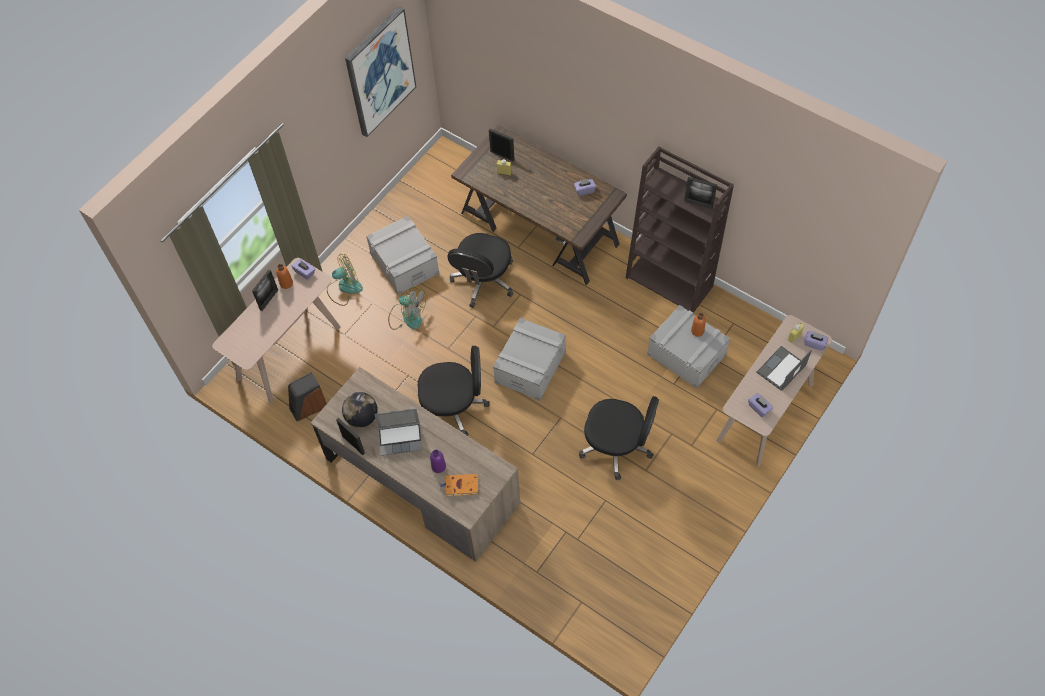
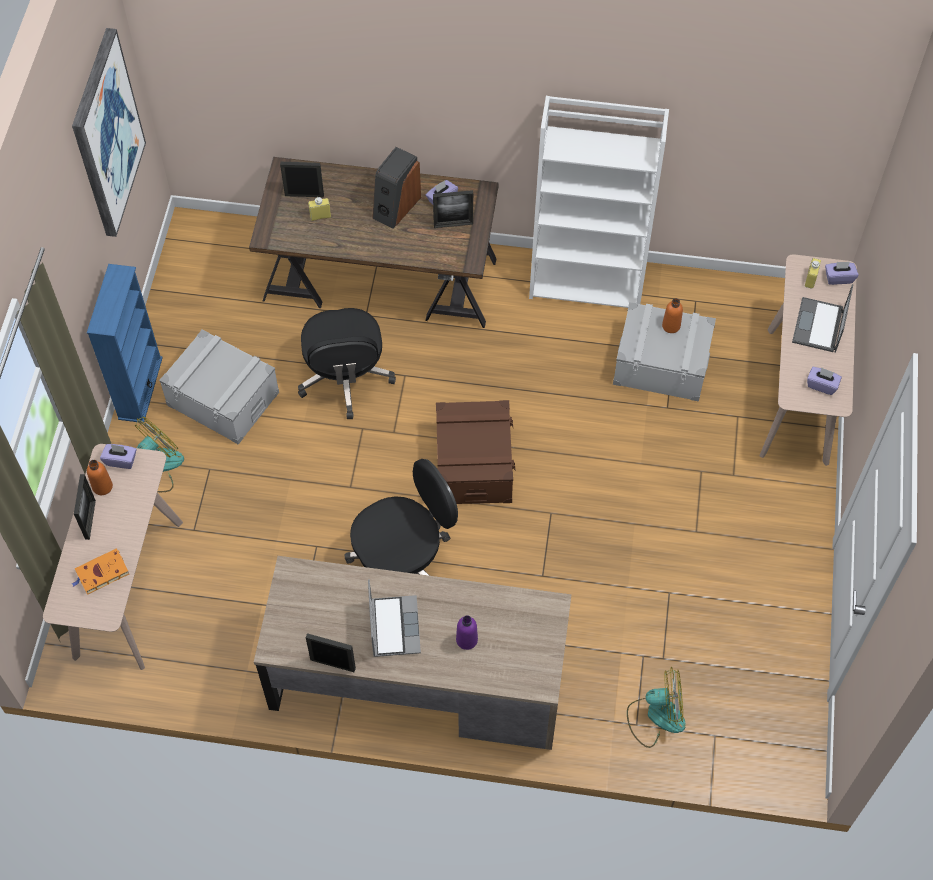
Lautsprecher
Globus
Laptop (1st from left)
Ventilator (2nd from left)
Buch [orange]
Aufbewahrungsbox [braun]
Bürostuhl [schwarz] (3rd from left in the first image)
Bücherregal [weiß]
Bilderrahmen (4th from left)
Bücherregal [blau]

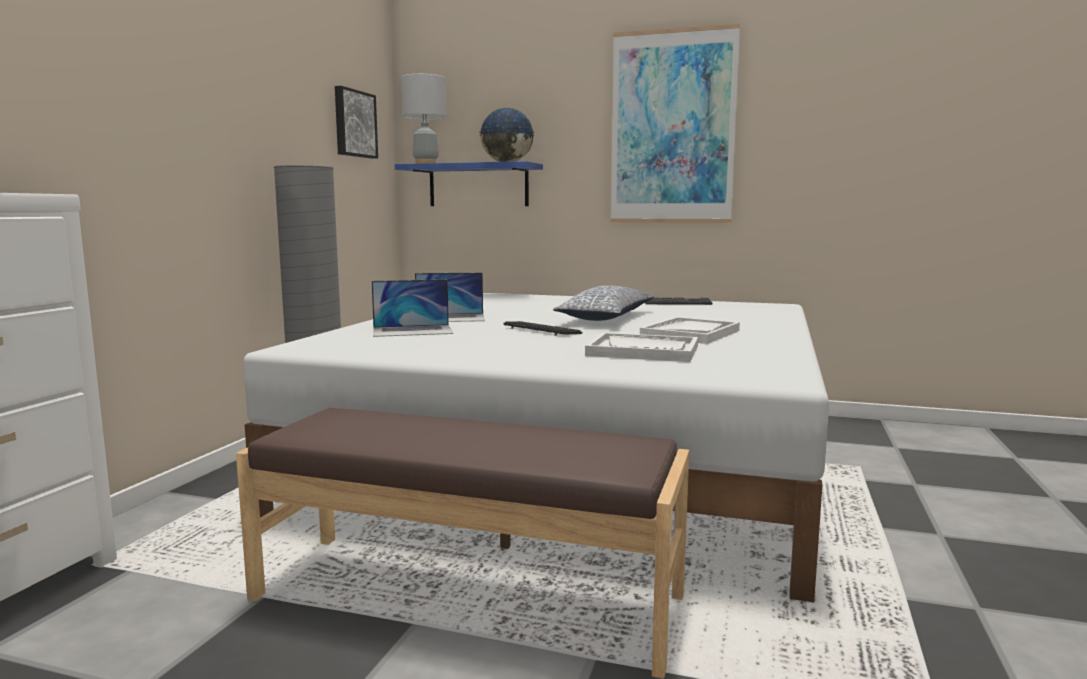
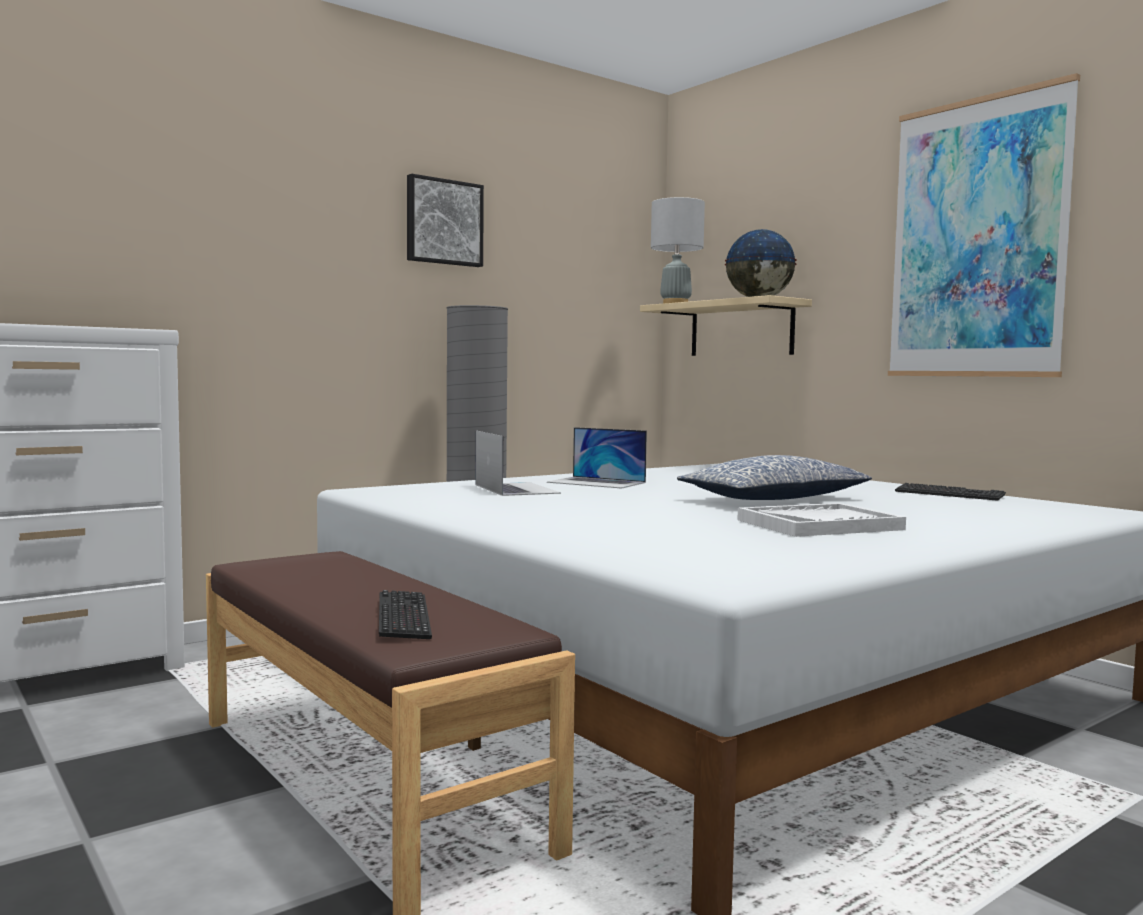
Bild (1st from left)
Laptop (1st from left)
Wandregal [beige]
Tastatur (1st from left)
Tablett [weiß] (1st from left in the first image)

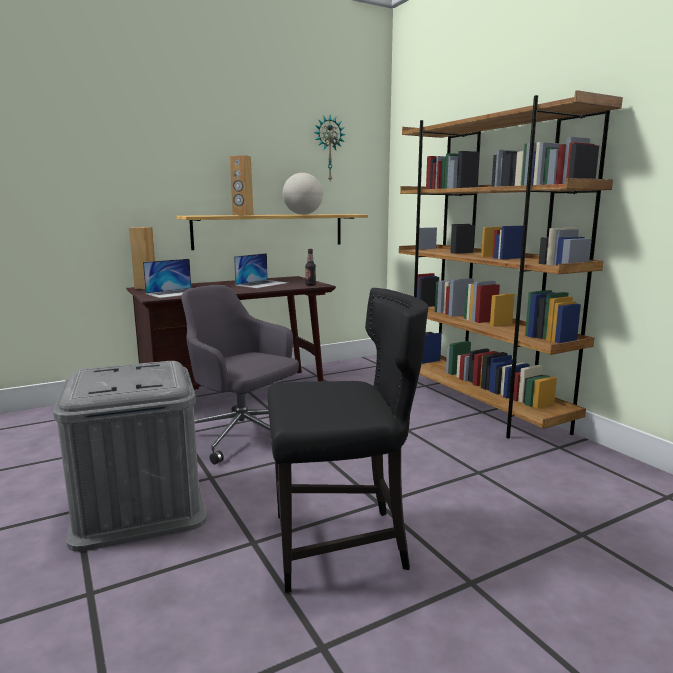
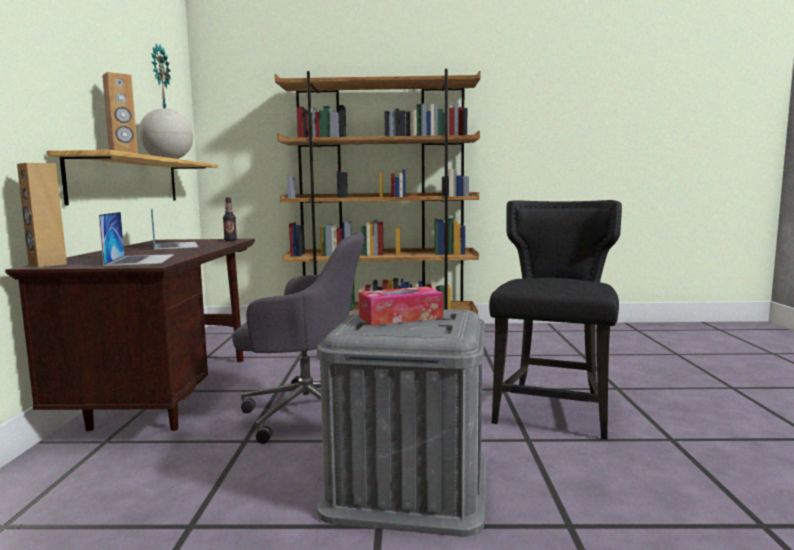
Bürostuhl [grau]
Taschentuchbox

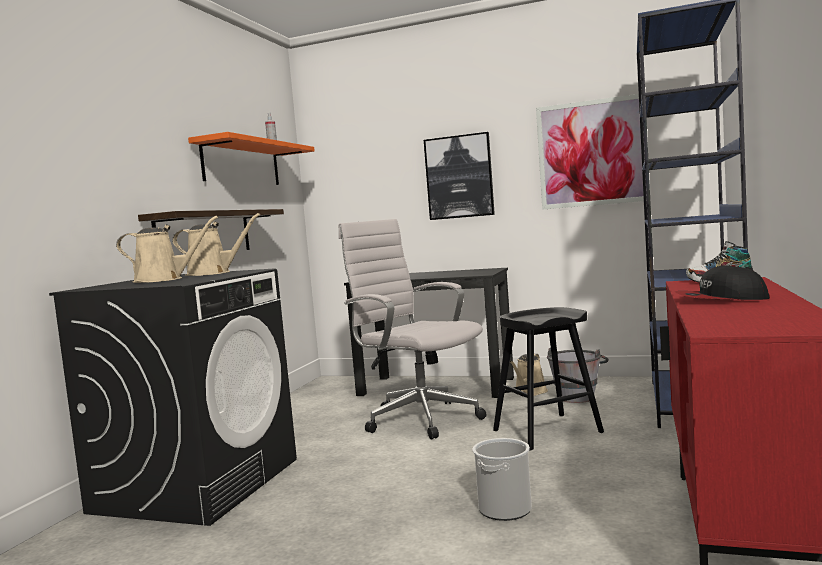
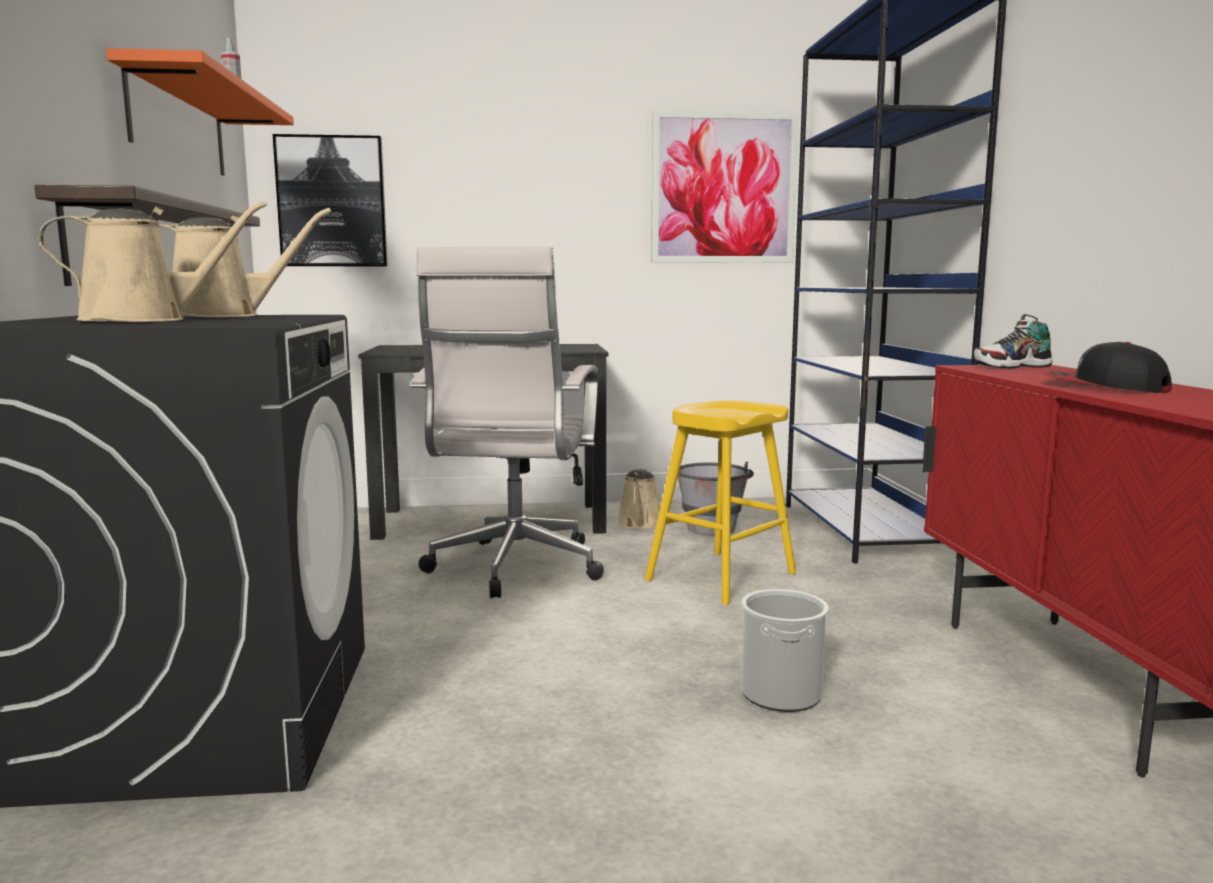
Bürostuhl [weiß]
Bild (1st from left)
Hocker [gelb]
Kappe

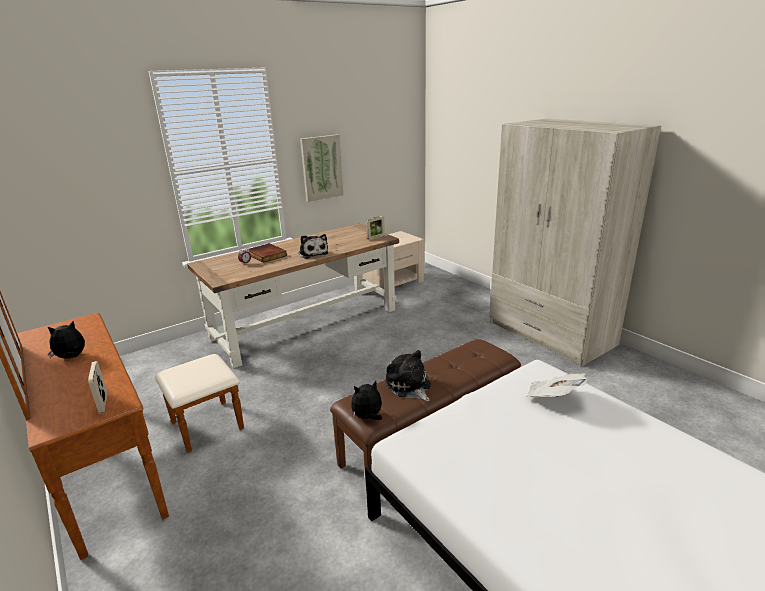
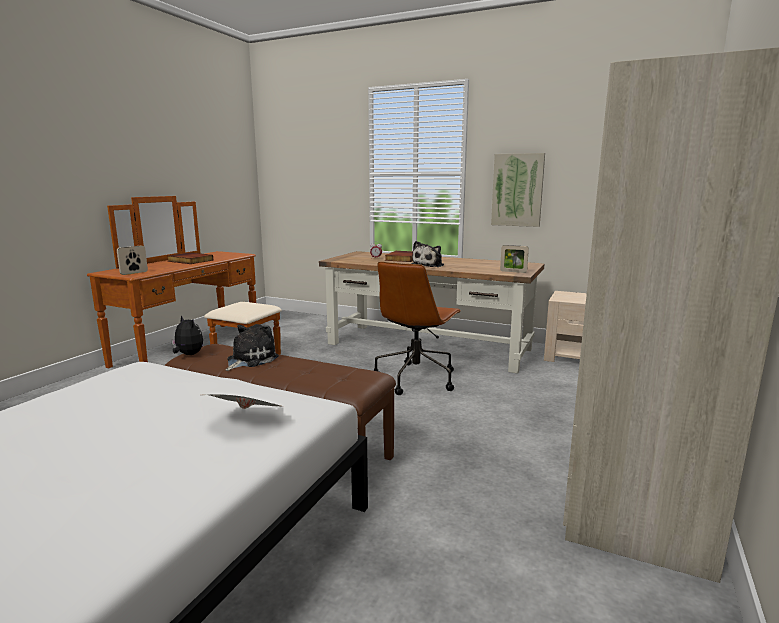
Buch (1st from left)
Bürostuhl [braun]

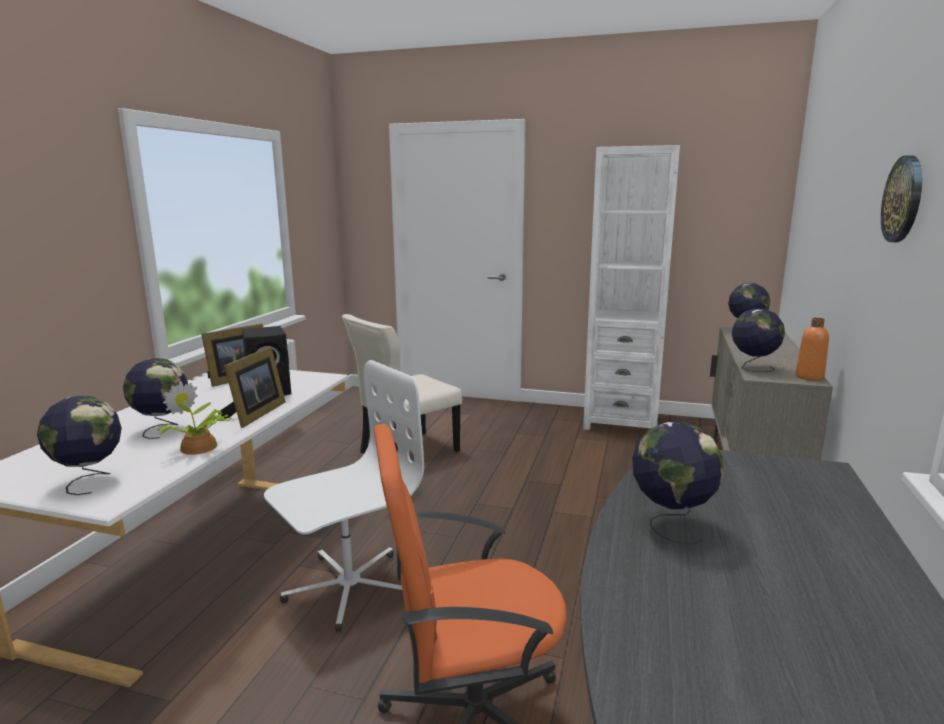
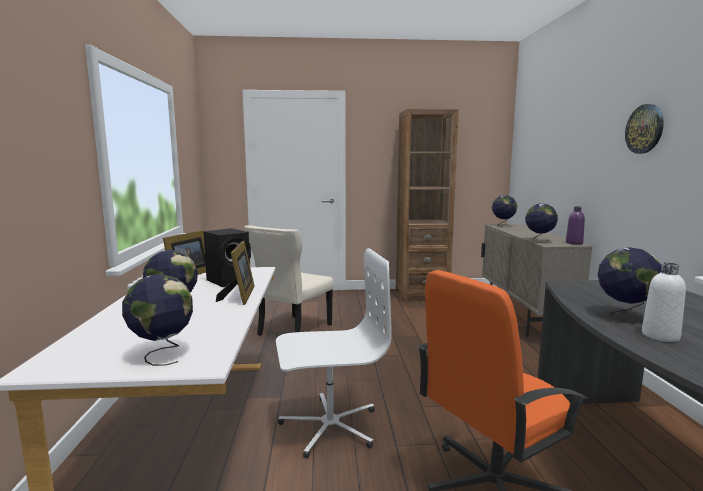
Topfpflanze
Bürostuhl [weiß]
Bücherregal [braun]
Flasche [lila]
Flasche [weiß]

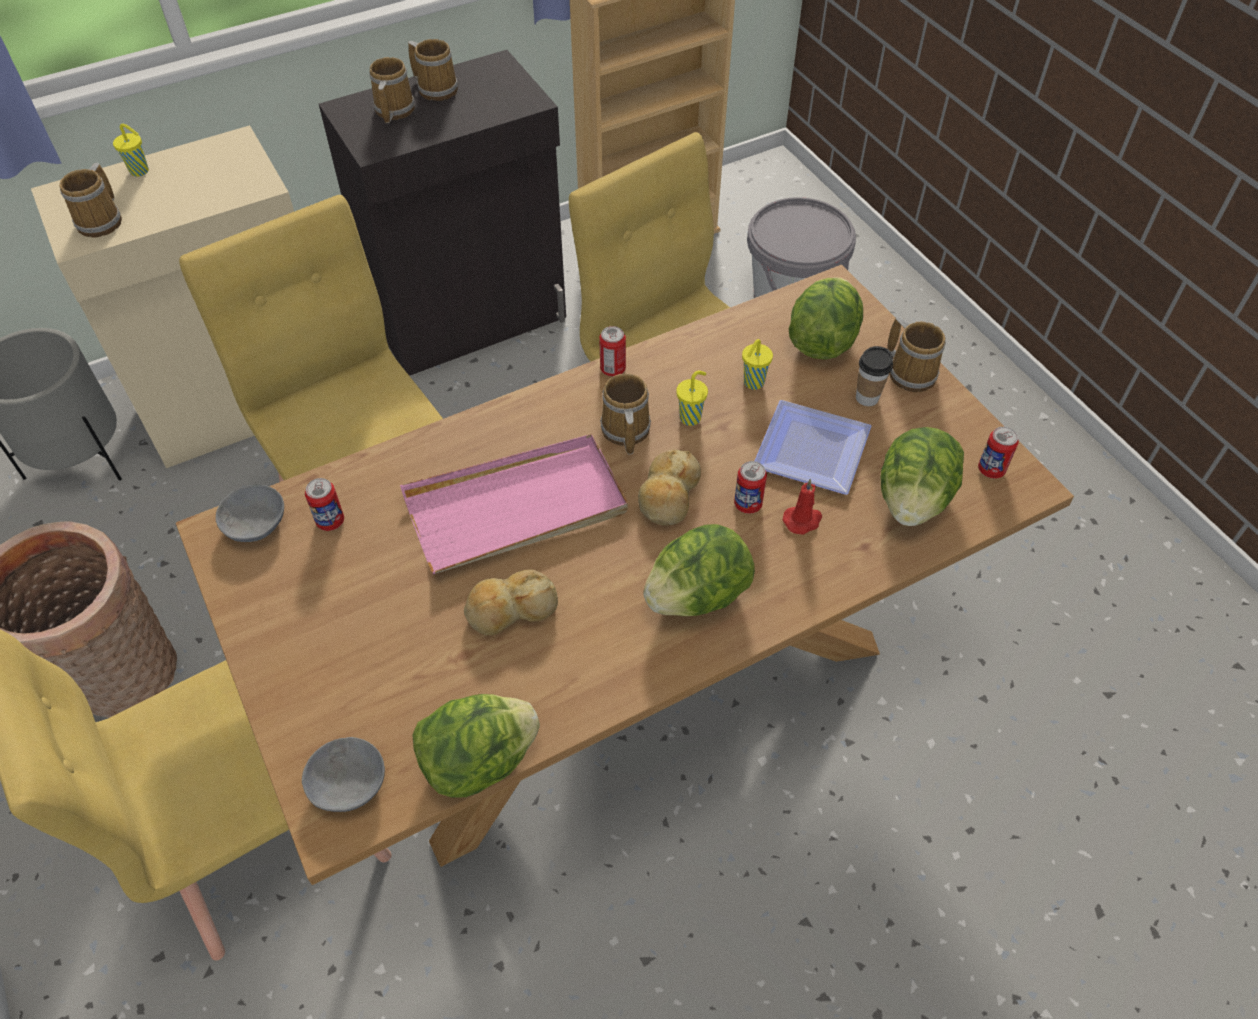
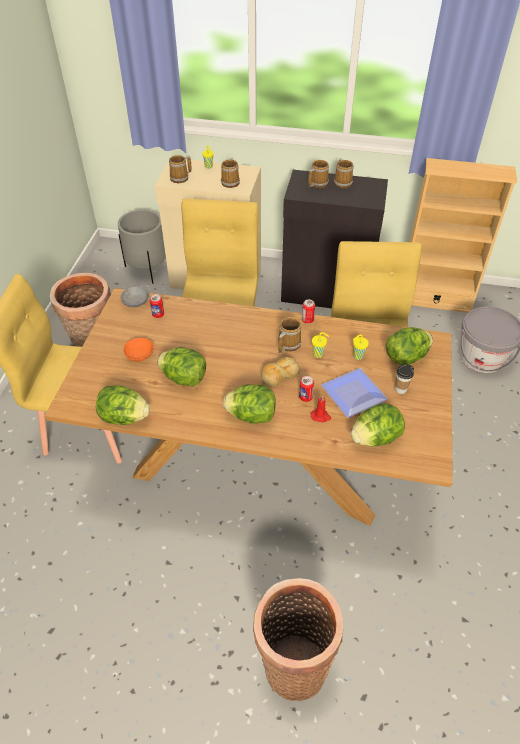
Schüssel [grau] (2nd from left in the first image)
Tablett [rosa]
Salatkopf (2nd from left)
Henkelbecher (2nd from left)
Dose (4th from left in the first image)
Schüssel [orange]
Korb (2nd from left)

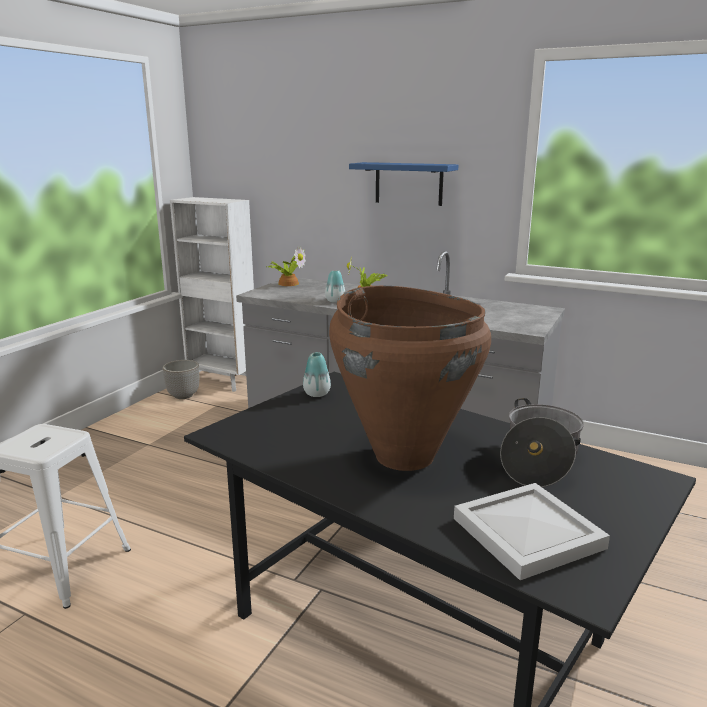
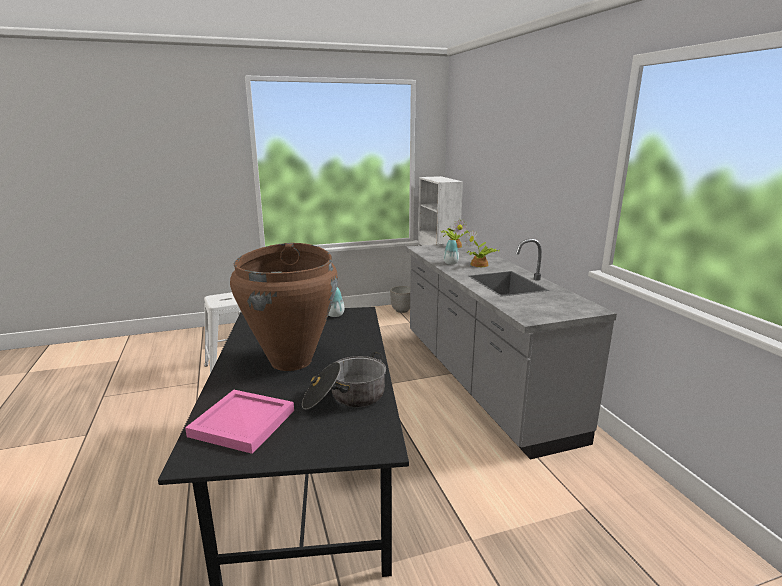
Wandregal [blau]
Tablett [rosa]

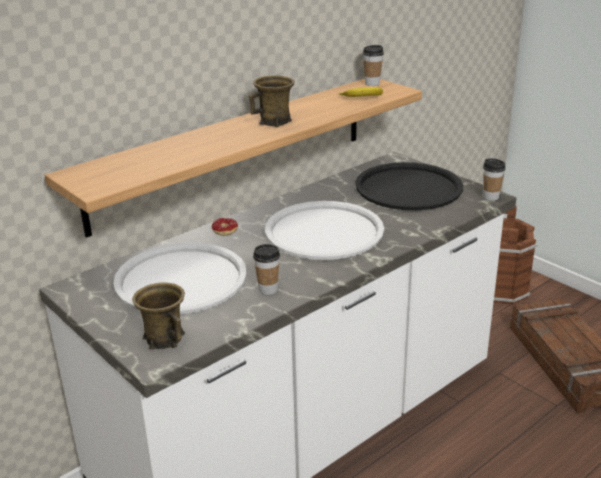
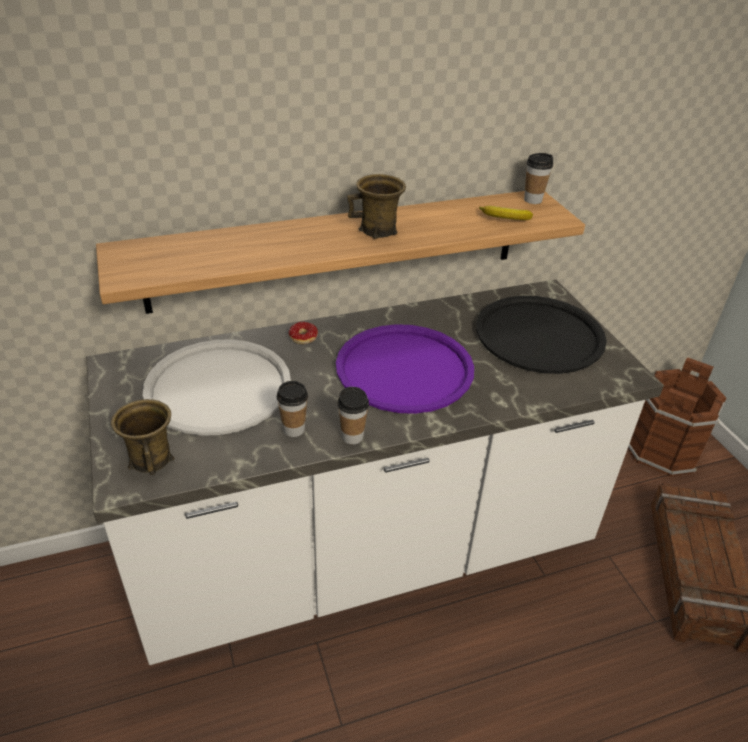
Tablett [lila]
Tasse (2nd from left)

